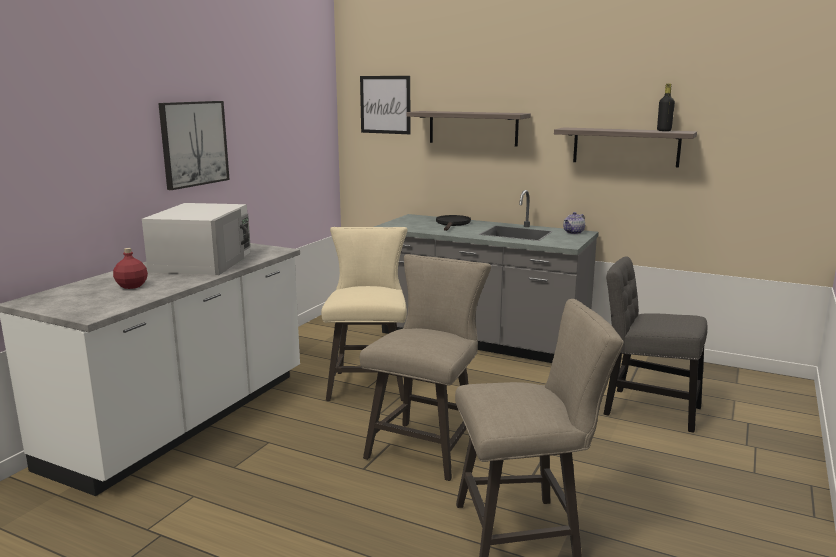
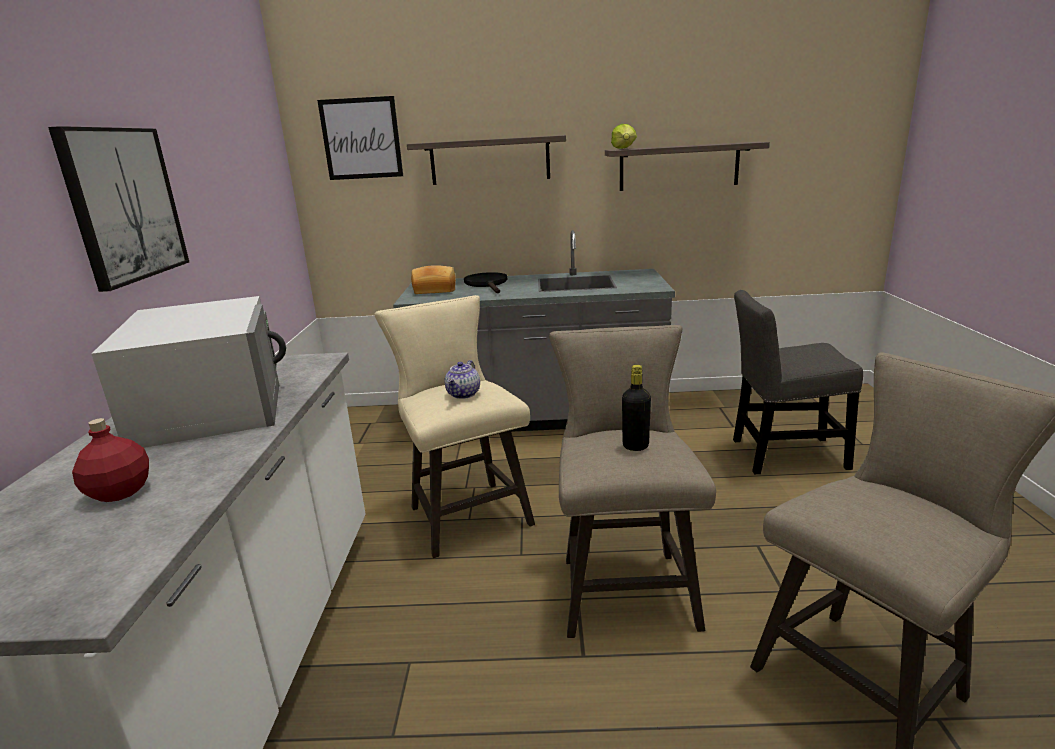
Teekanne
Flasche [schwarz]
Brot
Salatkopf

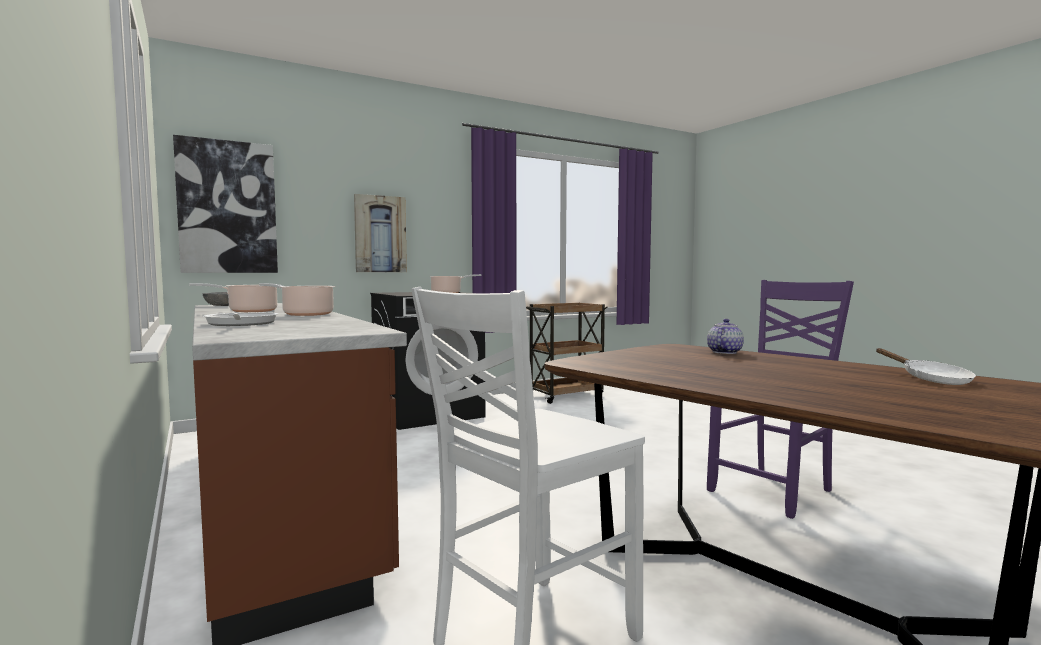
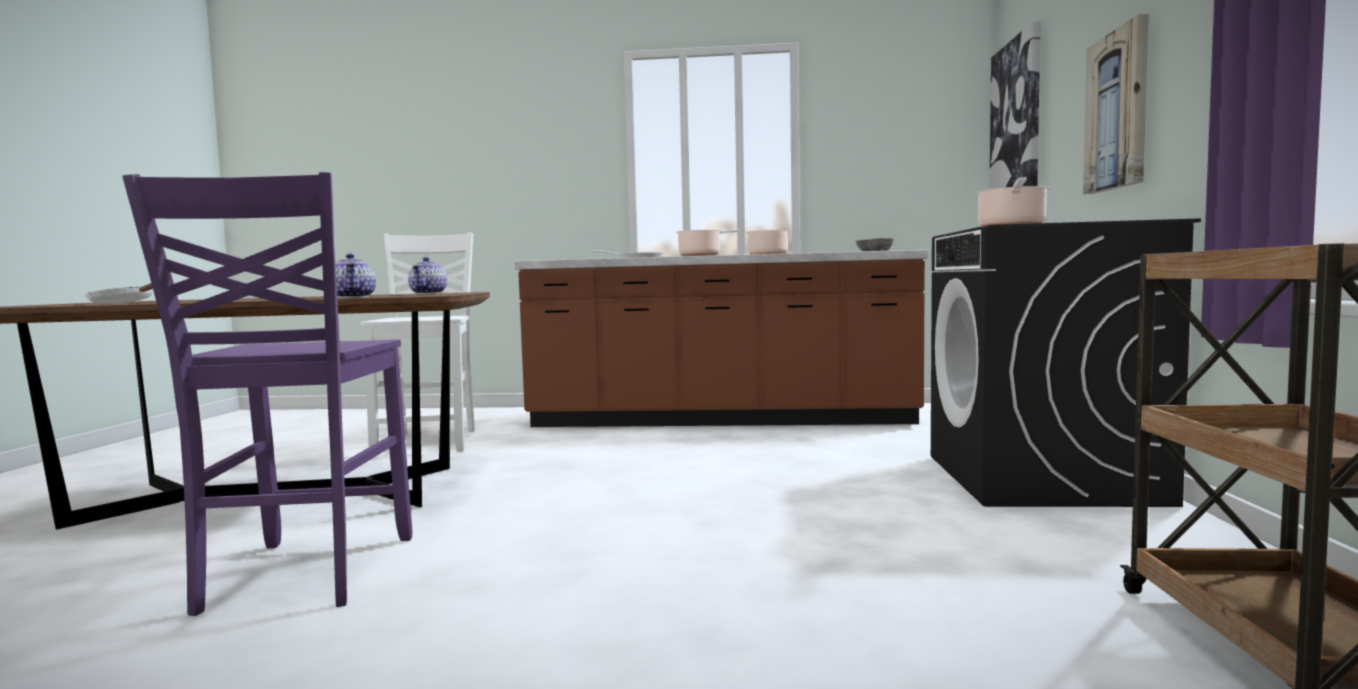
Teekanne (2nd from left)

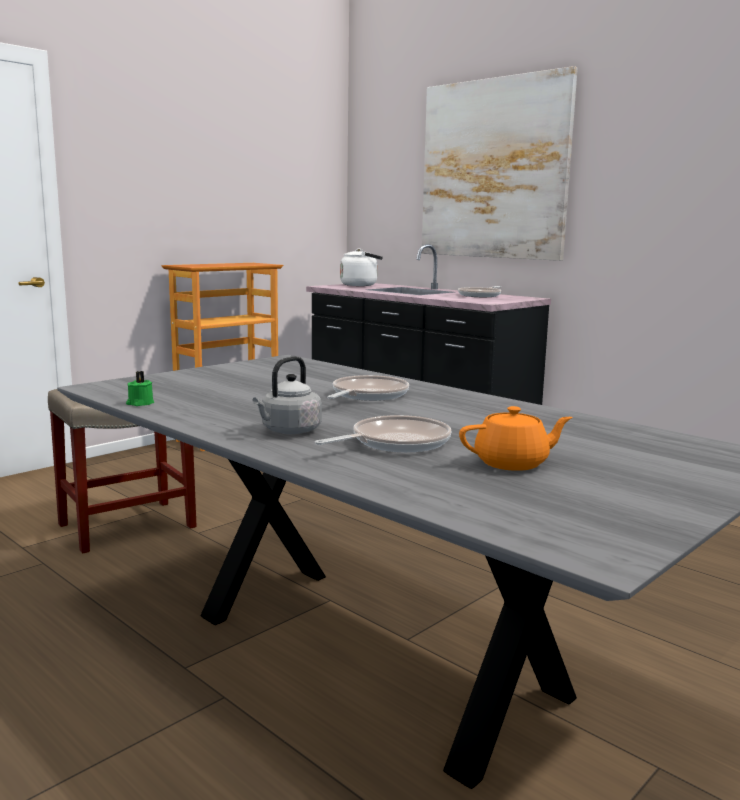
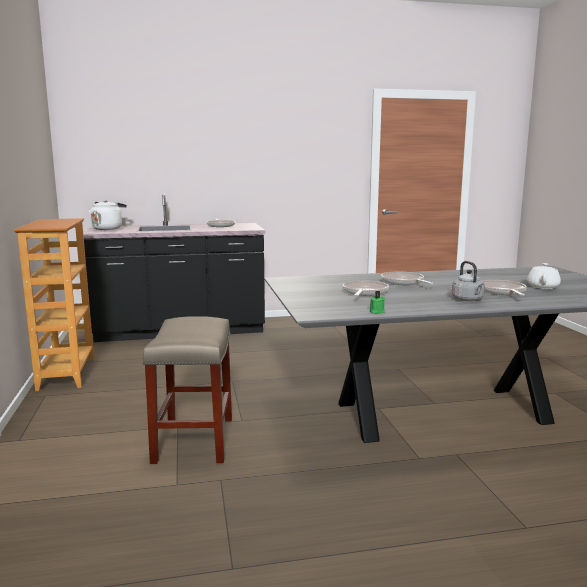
Bild
Teekanne [weiß]
Pfanne (2nd from left)

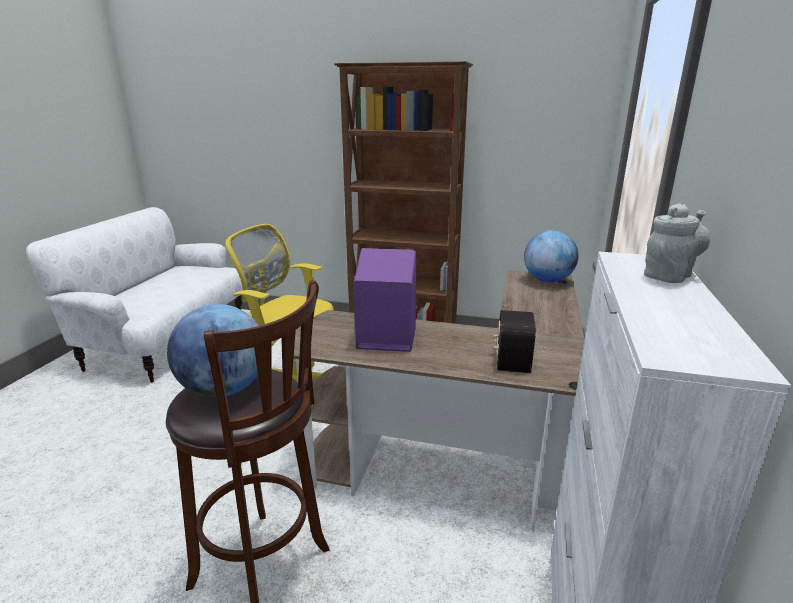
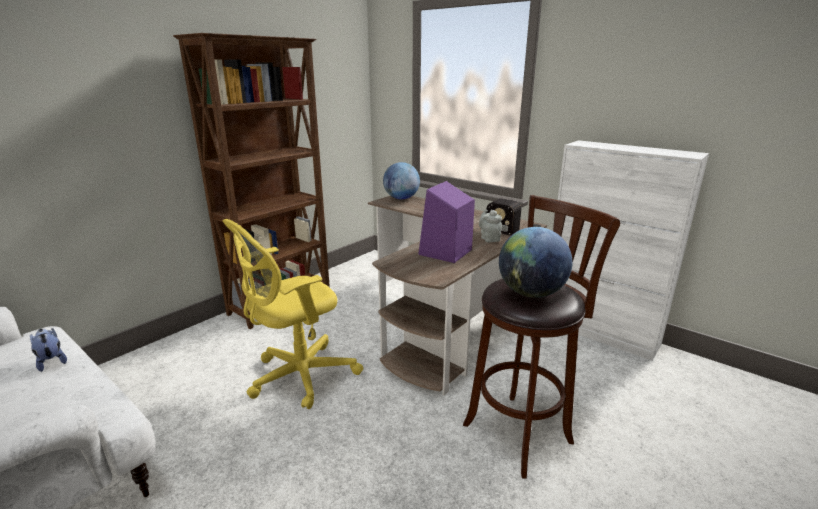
Teekanne [grau]
Plüschtier

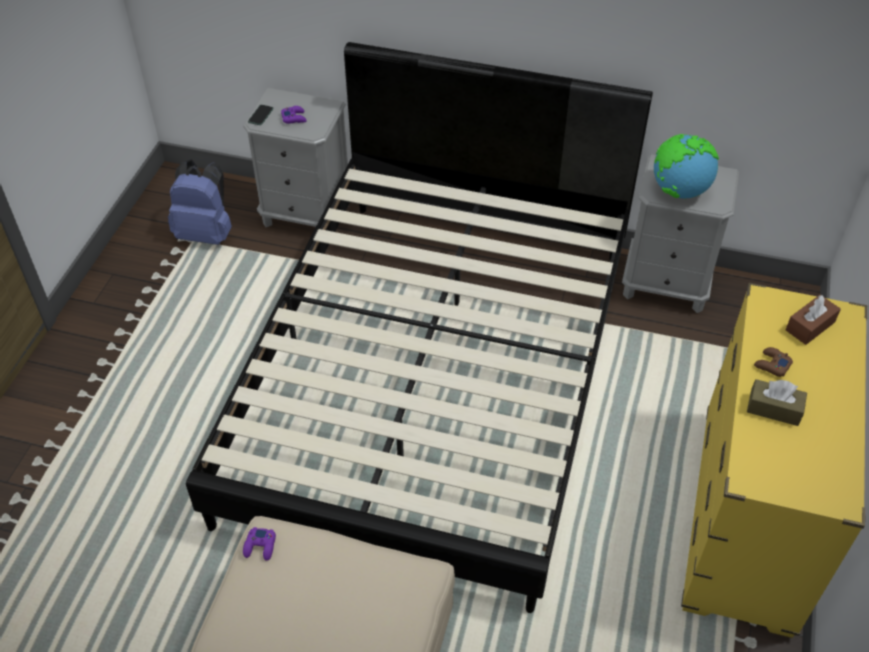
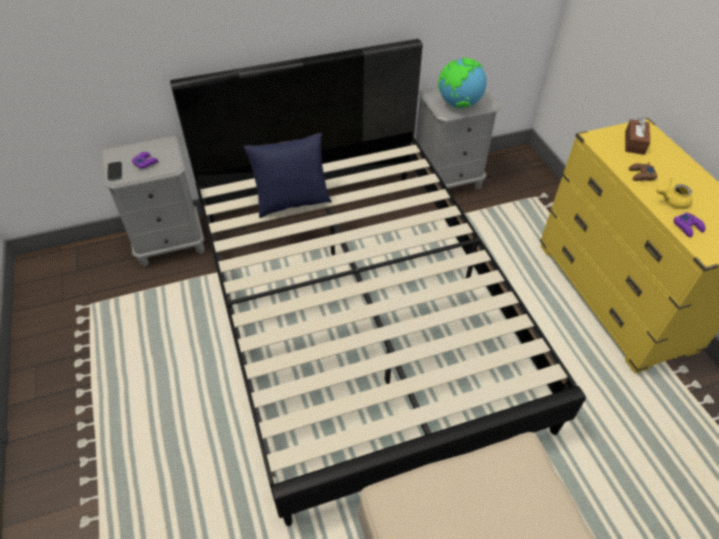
Rucksack [blau]
Gamepad [lila] (2nd from left)
Teekanne [gelb]
Kissen [blau]

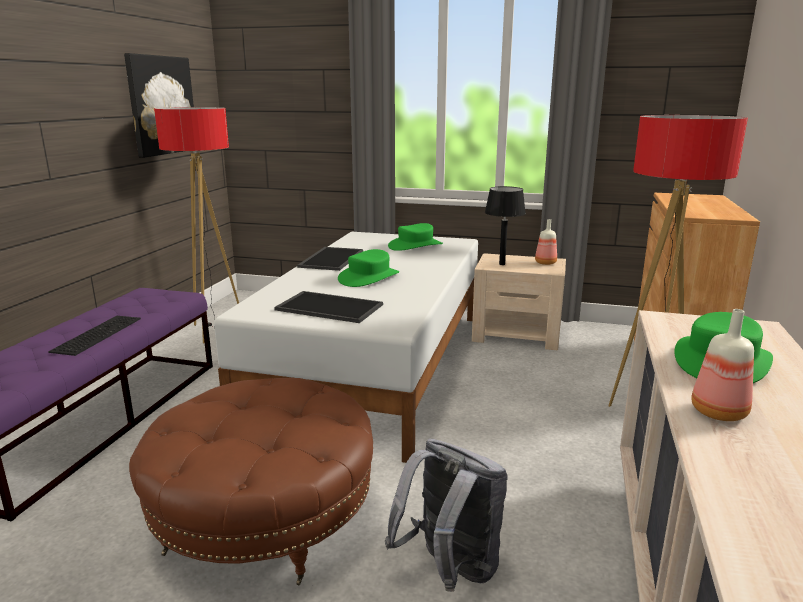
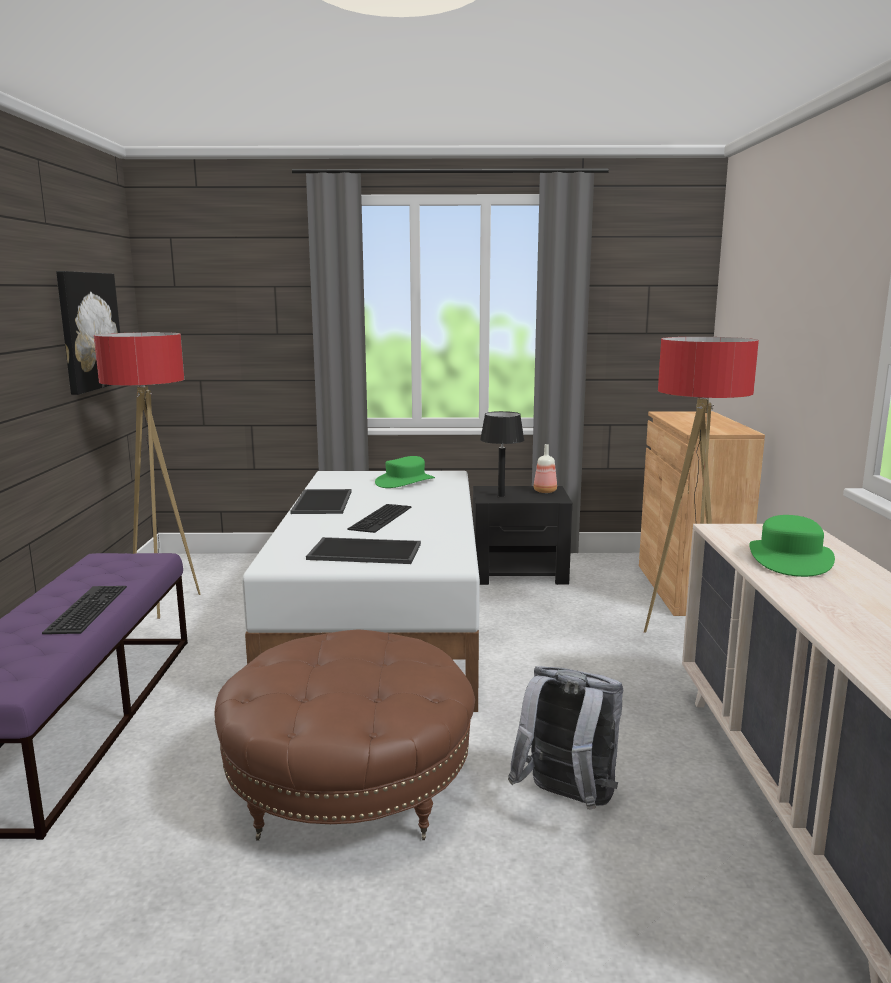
Tastatur (2nd from left)
Nachttisch [schwarz]
Flasche (2nd from left in the first image)

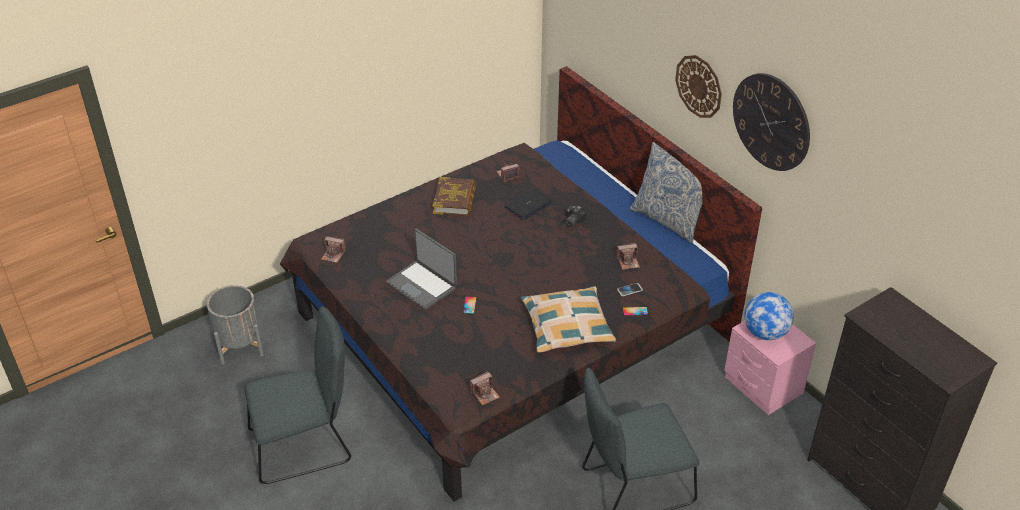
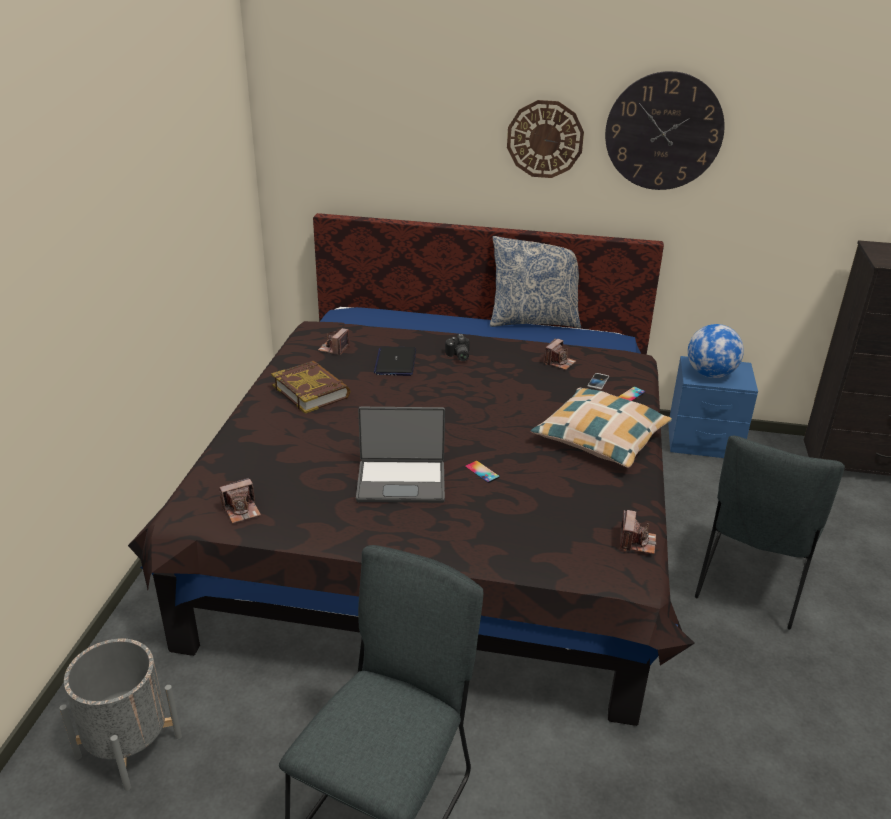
Nachttisch [blau]

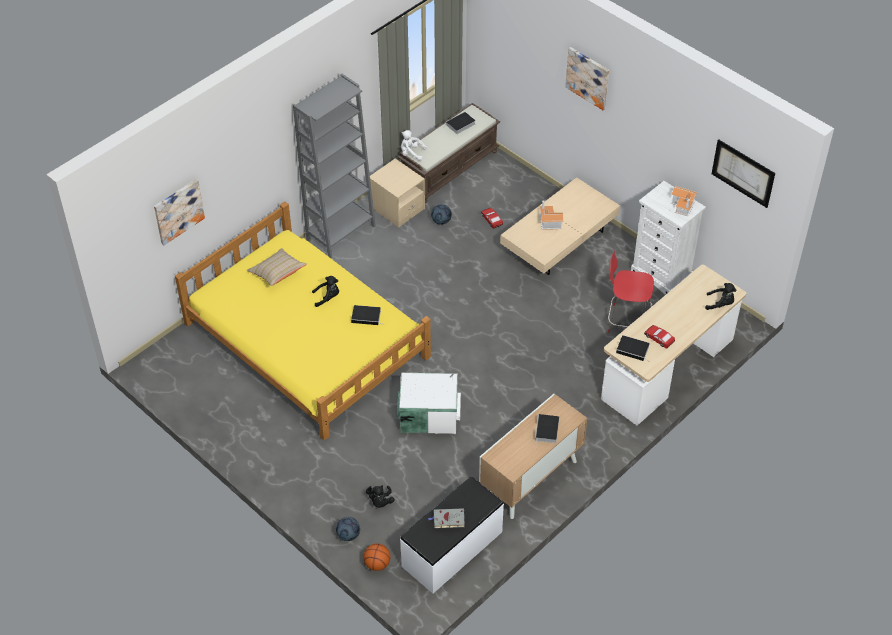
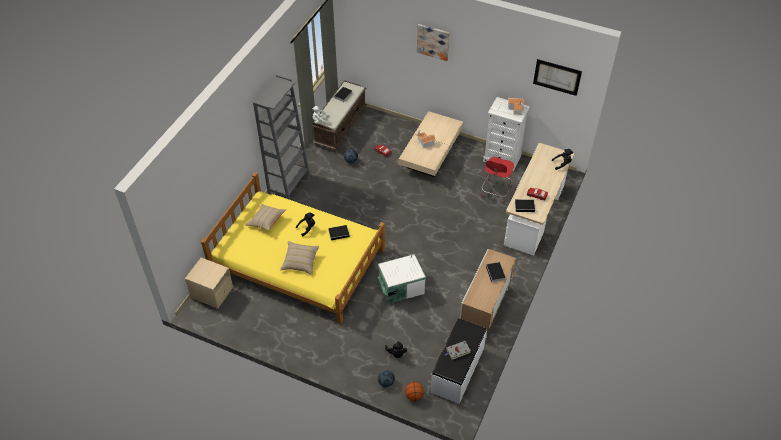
Bild (1st from left in the first image)
Nachttisch [beige]
Stuhl [rot]
Kissen [beige] (2nd from left)

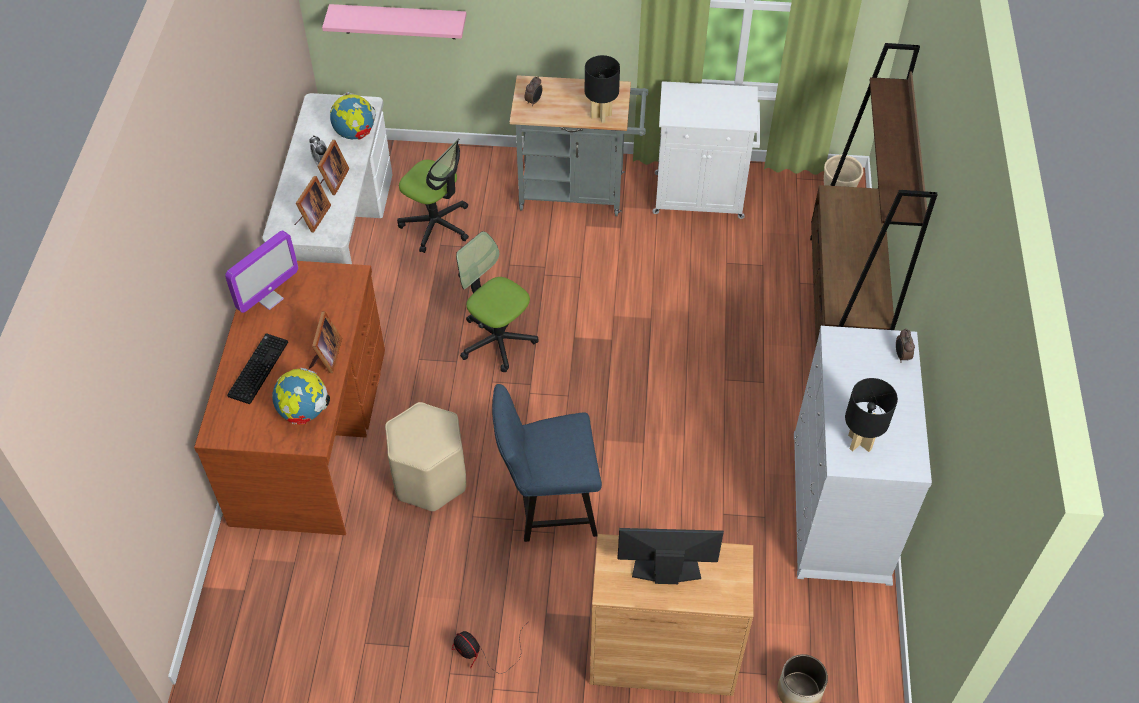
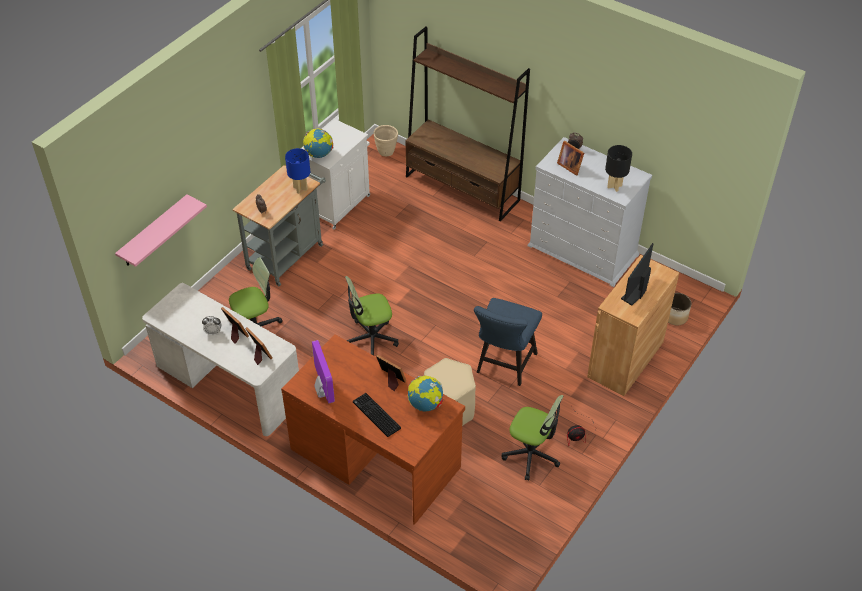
Globus (1st from left)
Tischlampe [blau]
Bürostuhl (3rd from left)
Bilderrahmen (4th from left)

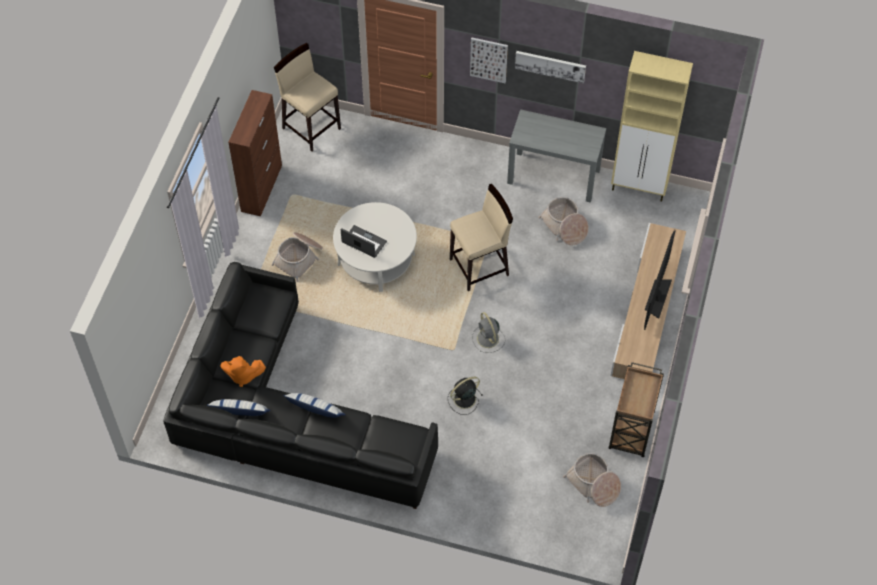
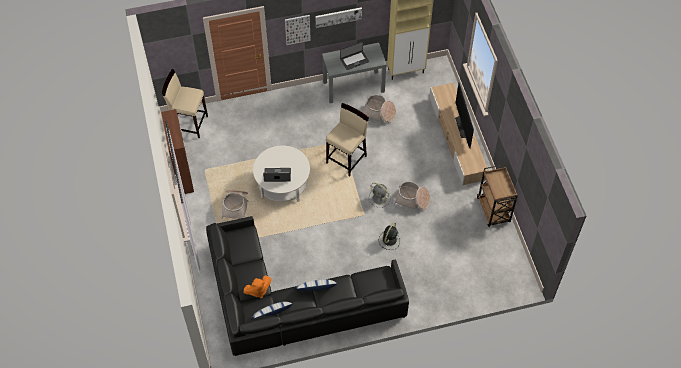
Korb (3rd from left)
Laptop (2nd from left)

